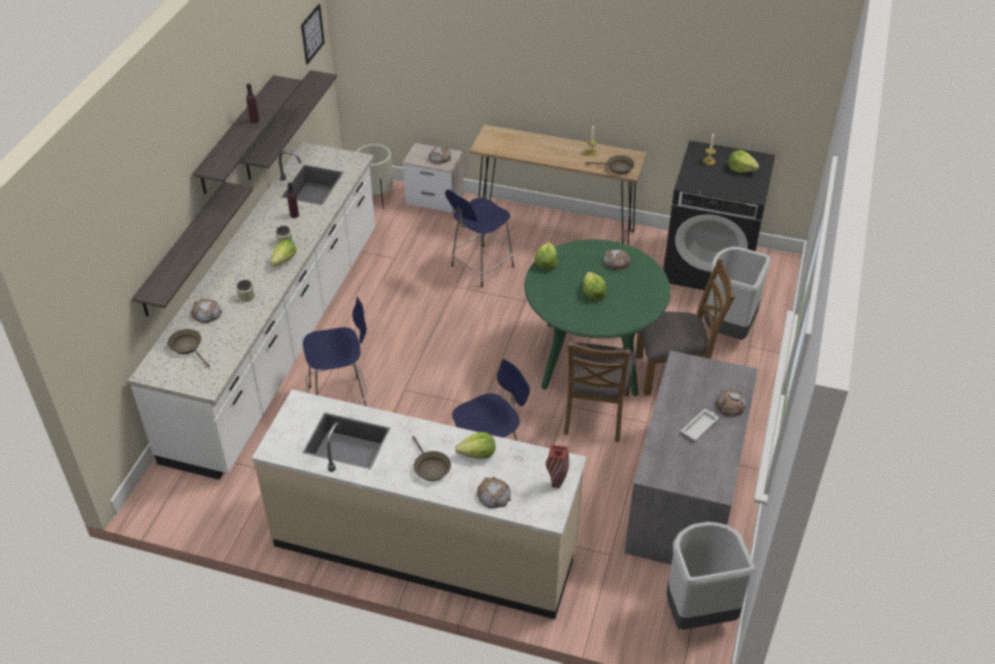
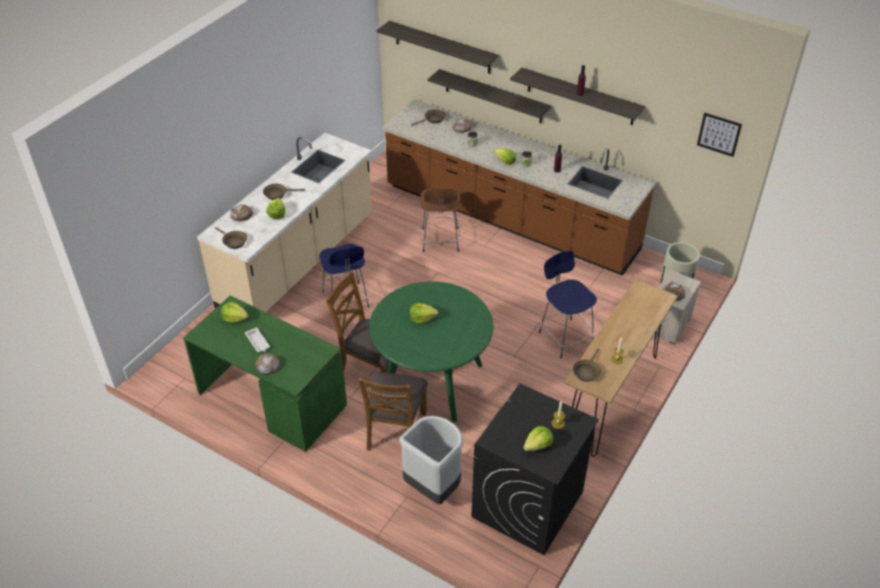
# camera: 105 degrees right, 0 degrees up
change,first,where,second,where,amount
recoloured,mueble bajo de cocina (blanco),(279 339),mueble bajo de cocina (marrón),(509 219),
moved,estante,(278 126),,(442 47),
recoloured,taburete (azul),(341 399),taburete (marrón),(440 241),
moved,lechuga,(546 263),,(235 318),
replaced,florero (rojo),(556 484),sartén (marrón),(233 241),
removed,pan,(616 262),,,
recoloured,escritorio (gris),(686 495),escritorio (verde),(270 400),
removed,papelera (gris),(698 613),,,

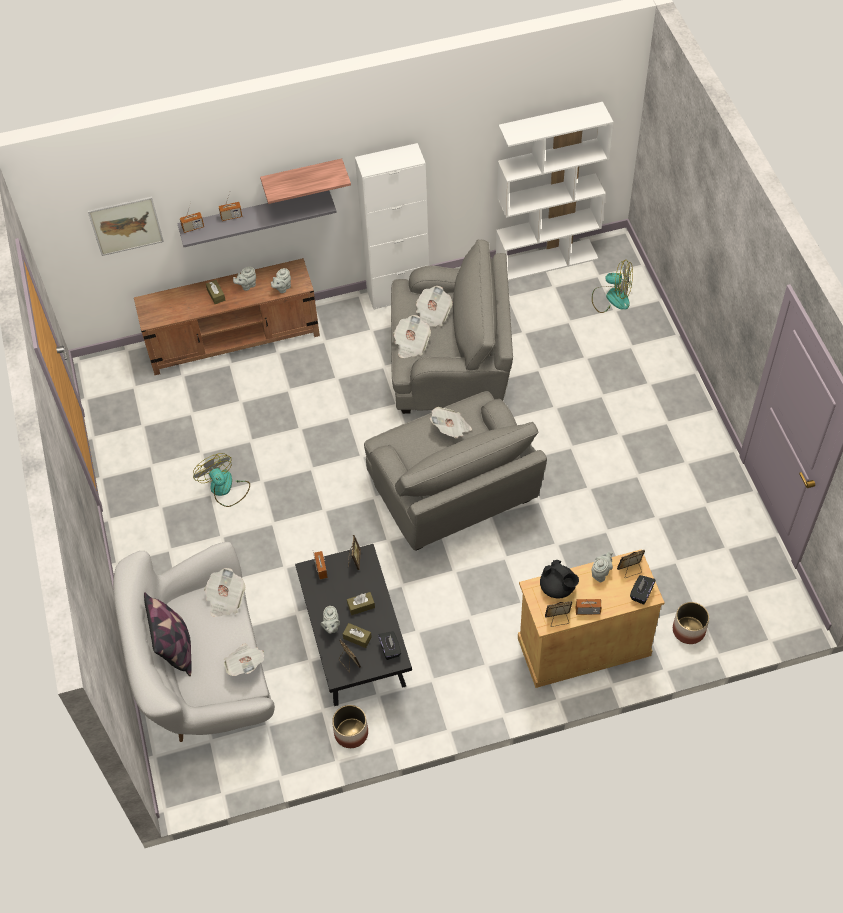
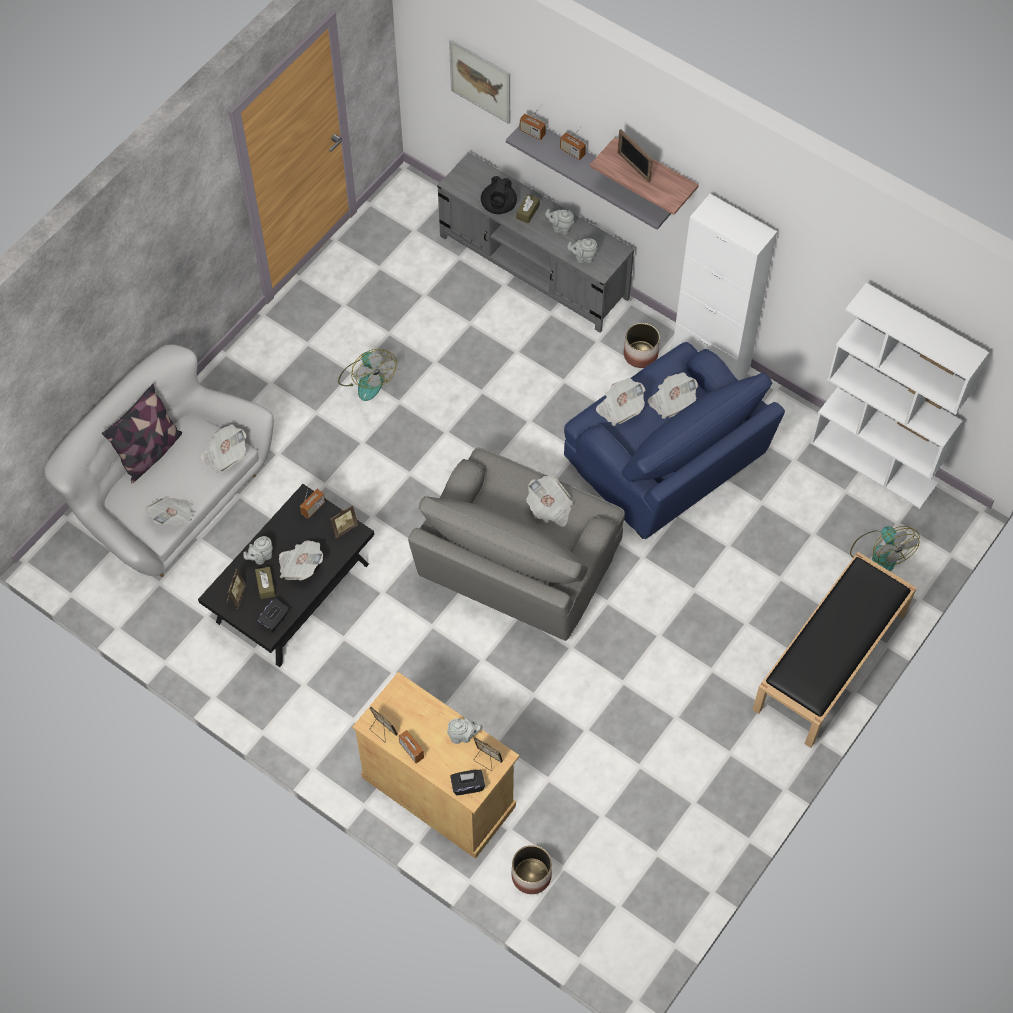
# camera: 50 degrees right, 5 degrees up
change,first,where,second,where,amount
recoloured,mueble de televisión (marrón),(234 339),mueble de televisión (gris),(534 267),
turned,ventilador,(225 489),,(367 379),135 degrees clockwise
moved,maceta,(351 732),,(641 354),
replaced,caja de pañuelos (marrón),(361 606),periódico,(300 566),
recoloured,sillón (gris),(451 364),sillón (azul),(666 465),
moved,tetera (negro),(558 588),,(498 206),
added,,,portarretratos,(633 167),
added,,,banco (negro),(830 662),

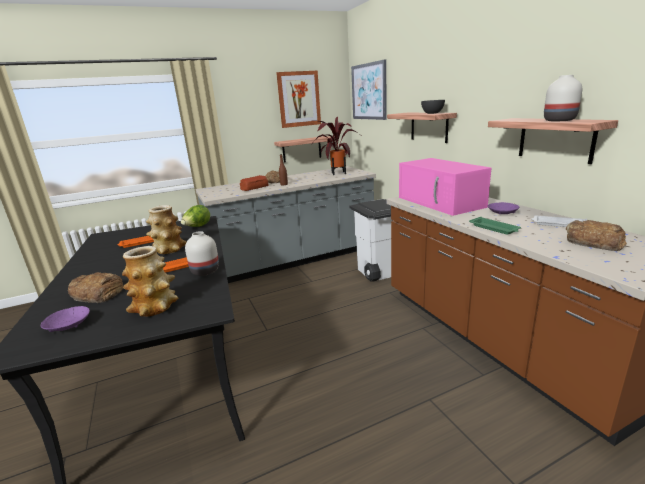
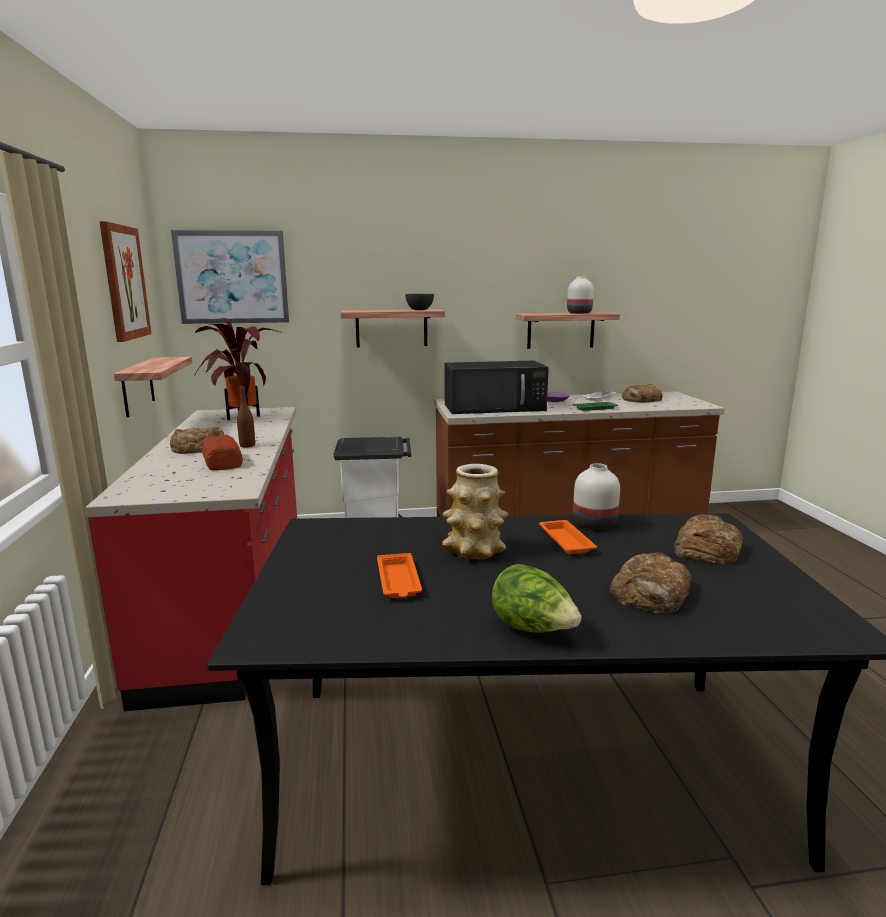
# camera: 75 degrees left, 5 degrees down
change,first,where,second,where,amount
removed,cuenco (morado),(69 325),,,
replaced,florero,(155 307),pan,(706 549),
moved,lechuga,(197 227),,(533 629),
recoloured,mueble bajo de cocina (gris),(295 259),mueble bajo de cocina (rojo),(236 601),
recoloured,microondas (rosa),(441 202),microondas (negro),(495 407),

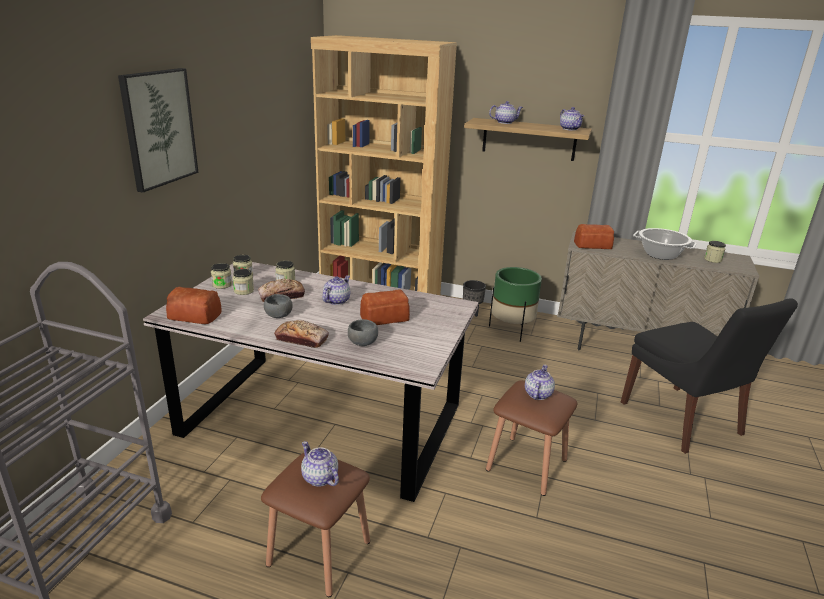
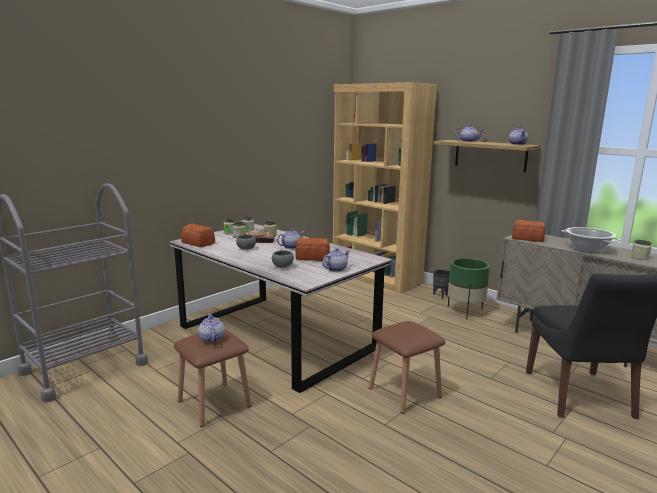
# camera: 25 degrees right, 10 degrees down
change,first,where,second,where,amount
removed,cuadro,(159 128),,,
removed,pan,(302 339),,,
moved,tetera,(537 394),,(336 269),

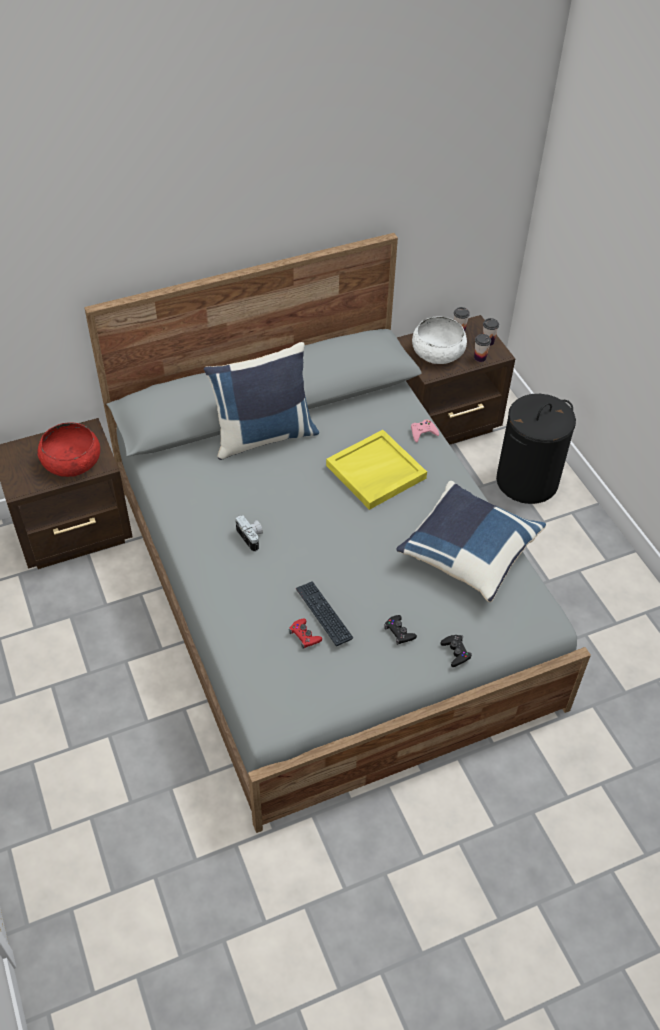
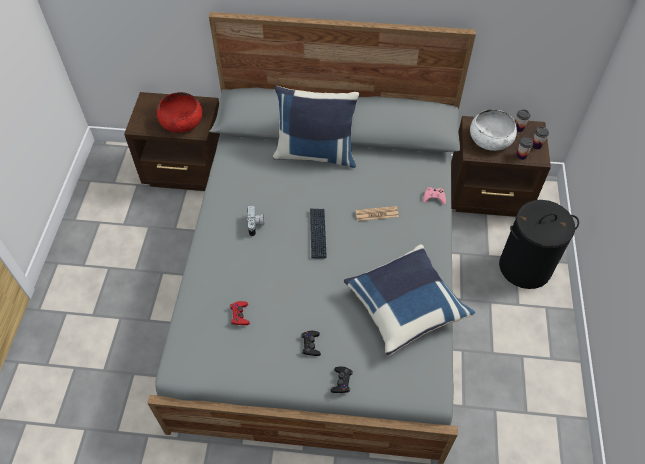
# camera: 30 degrees right, 5 degrees up
change,first,where,second,where,amount
moved,teclado,(323 614),,(317 233),
replaced,bandeja (amarillo),(375 472),periódico,(377 214),

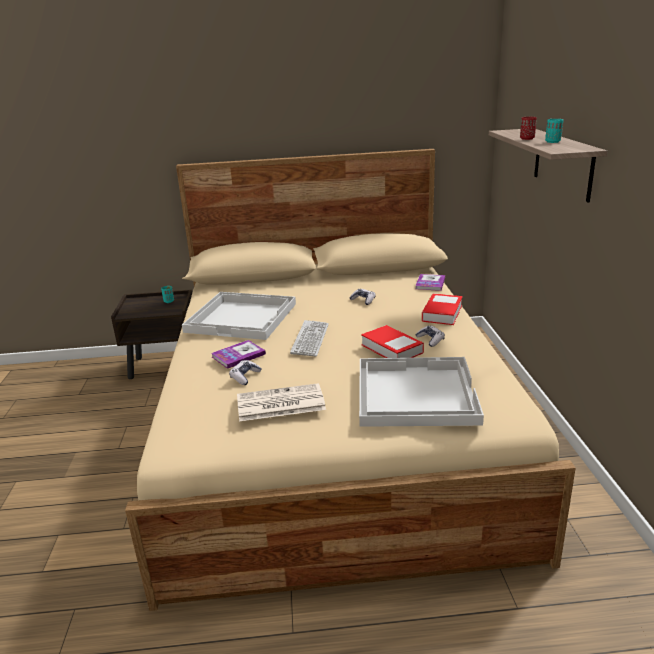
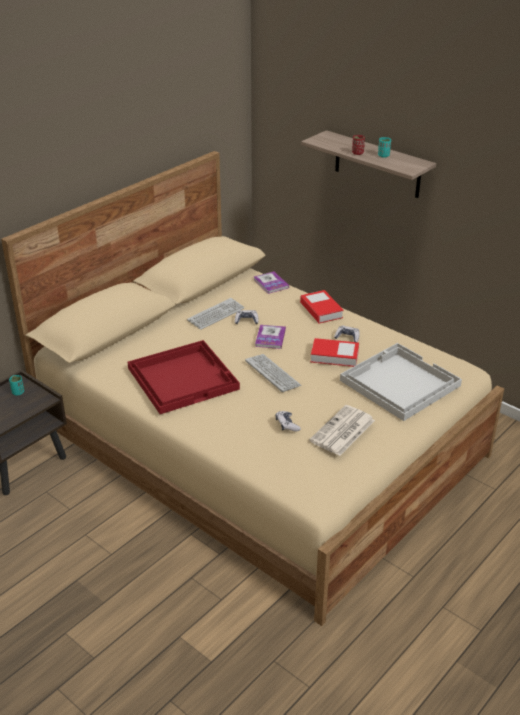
# camera: 45 degrees left, 10 degrees up
change,first,where,second,where,amount
recoloured,bandeja (blanco),(243 317),bandeja (rojo),(183 378),
moved,libro,(238 355),,(270 338),
added,,,teclado,(216 314),

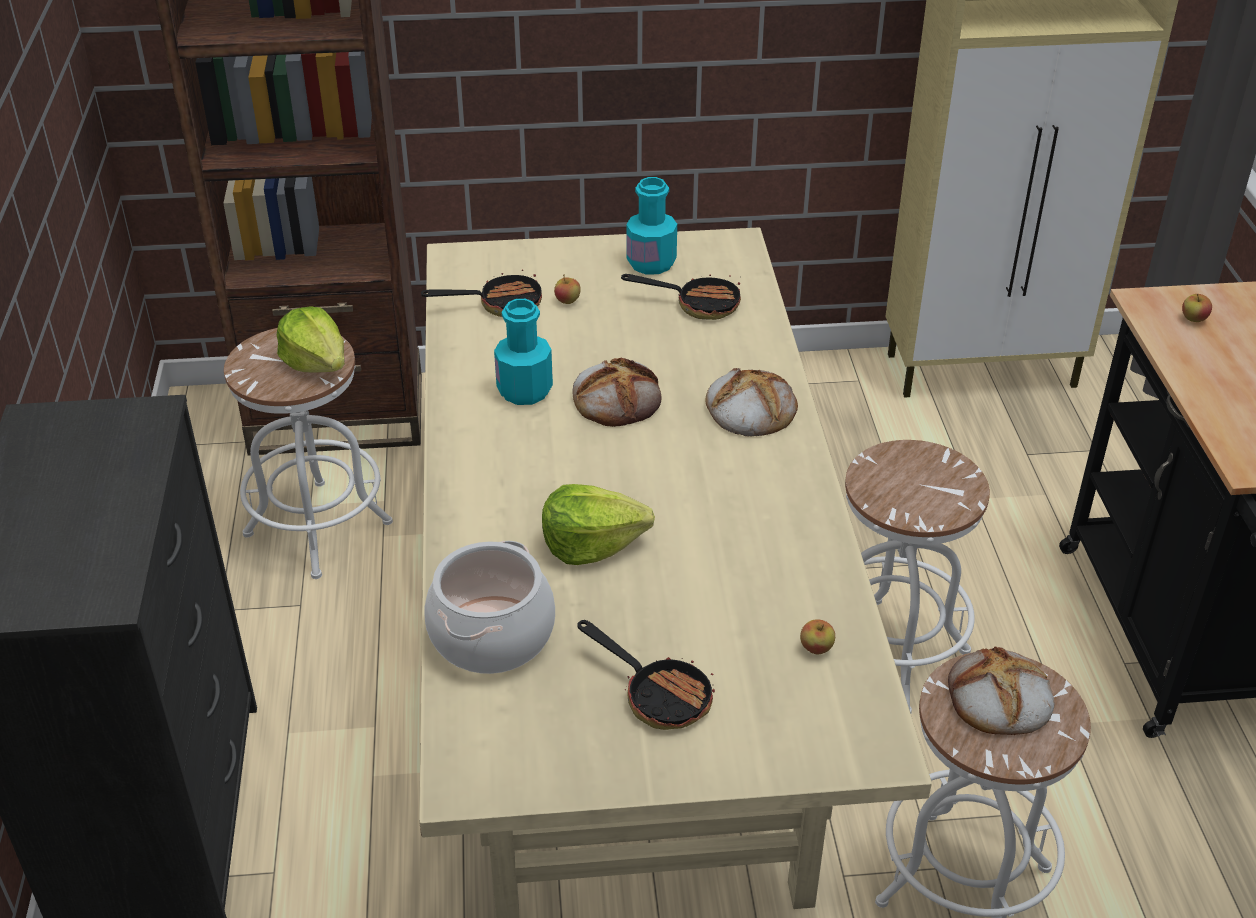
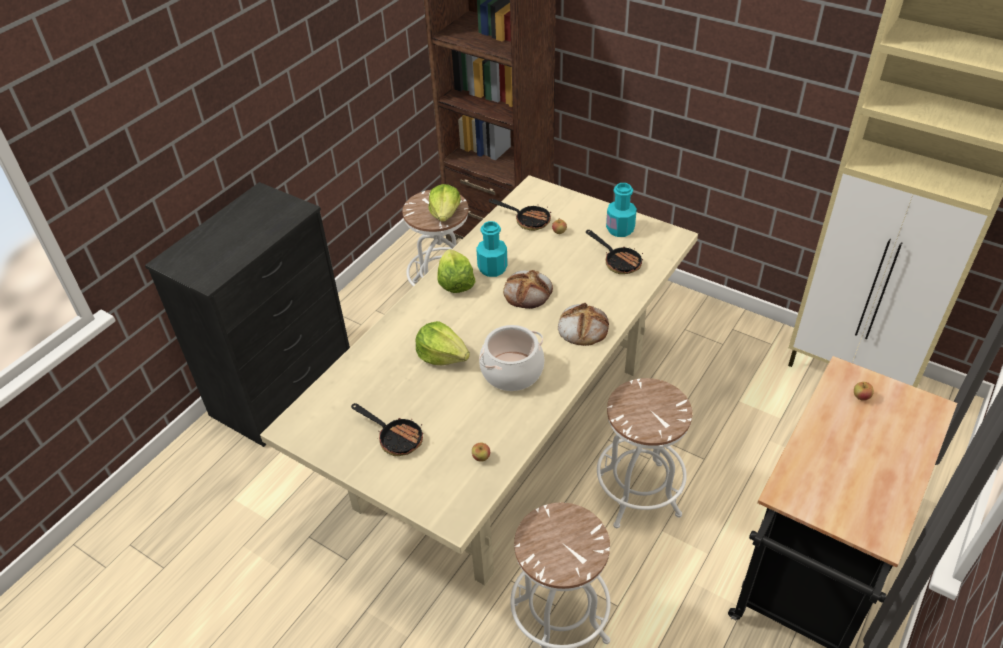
# camera: 40 degrees right, 5 degrees up
change,first,where,second,where,amount
moved,olla,(492 636),,(512 372),
turned,sartén,(658 694),,(395 437),45 degrees counterclockwise
removed,pan,(998 699),,,
added,,,lechuga,(455 282),

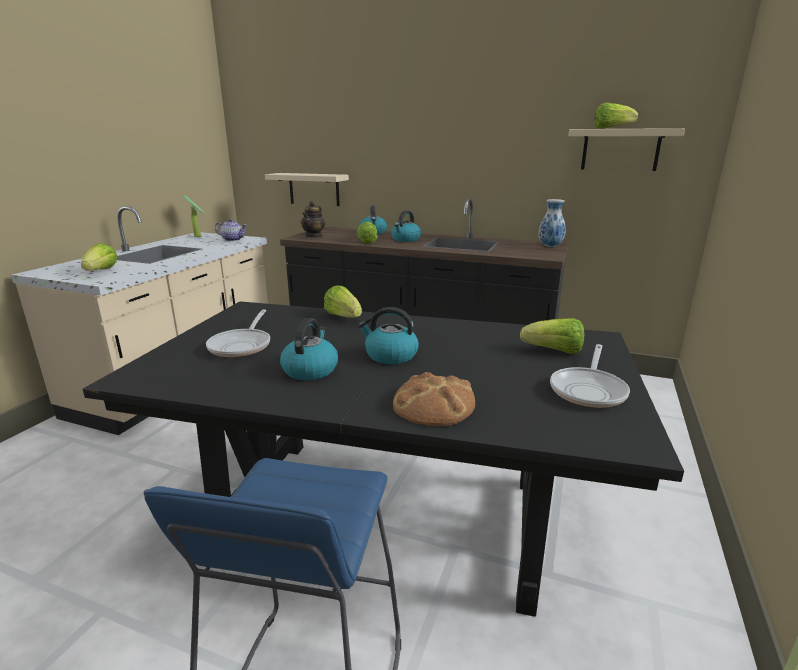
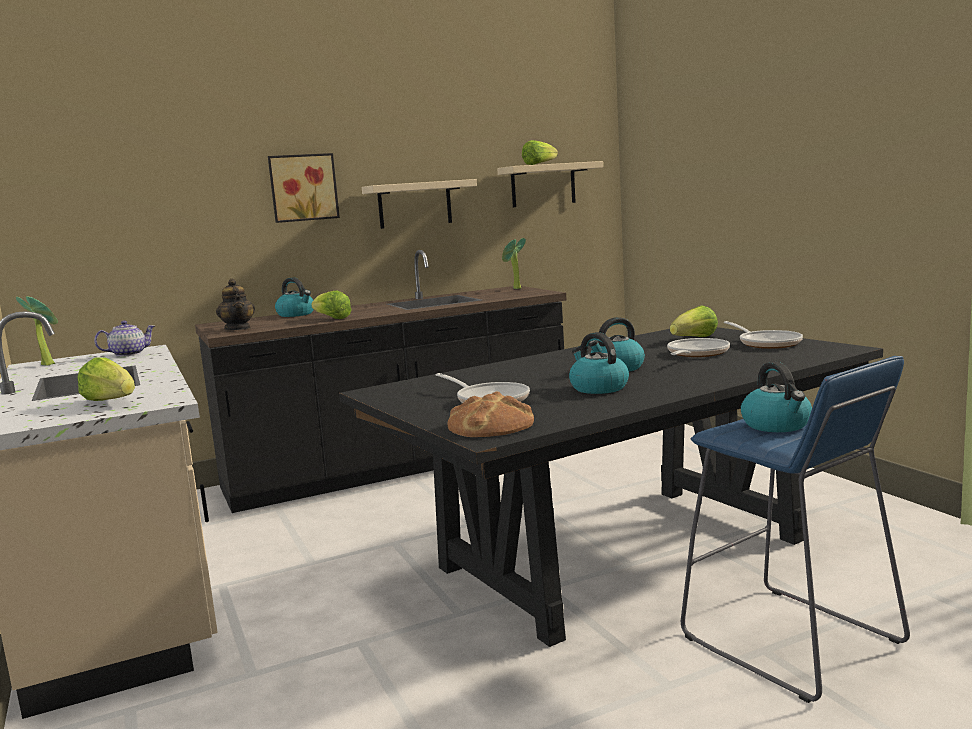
# camera: 45 degrees left, 10 degrees down
change,first,where,second,where,amount
moved,estante (beis),(314 189),,(414 204),
removed,lechuga,(344 317),,,
moved,hervidor,(405 239),,(777 425),
moved,pan,(434 405),,(491 425),
replaced,florero,(550 246),planta en maceta,(515 289),
added,,,cuadro,(303 187),
added,,,sartén,(696 354),

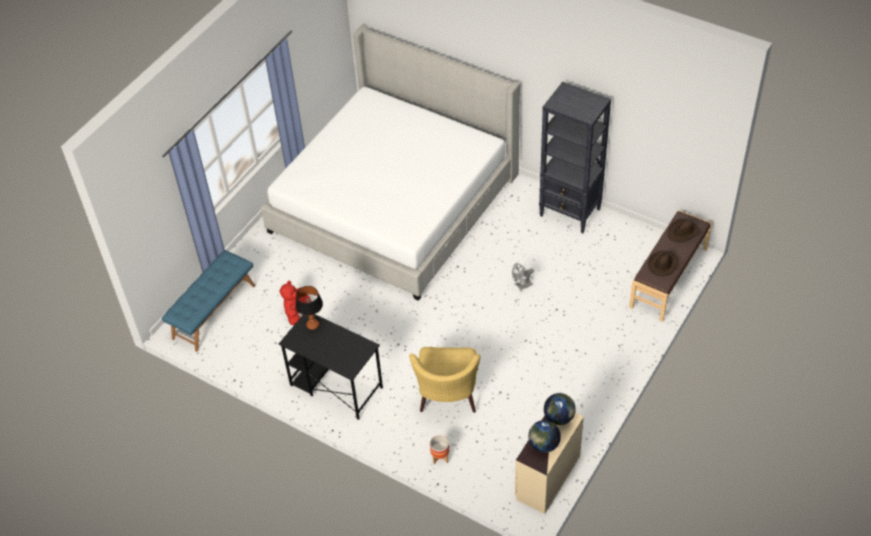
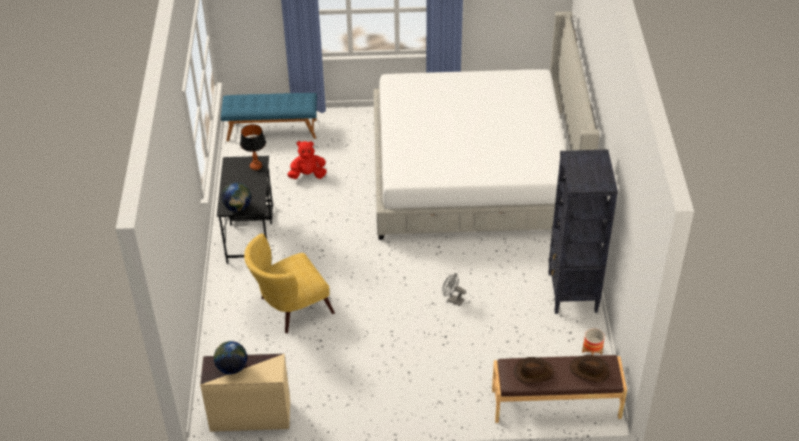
# camera: 55 degrees right, 5 degrees down
change,first,where,second,where,amount
moved,maceta,(440 457),,(592 352),
moved,globo terráqueo,(559 417),,(237 207),

